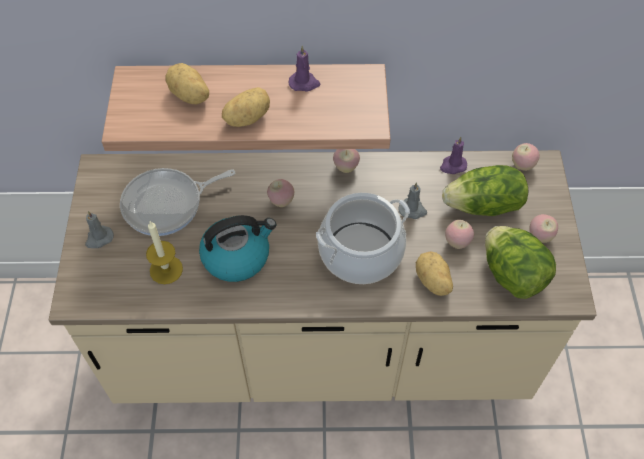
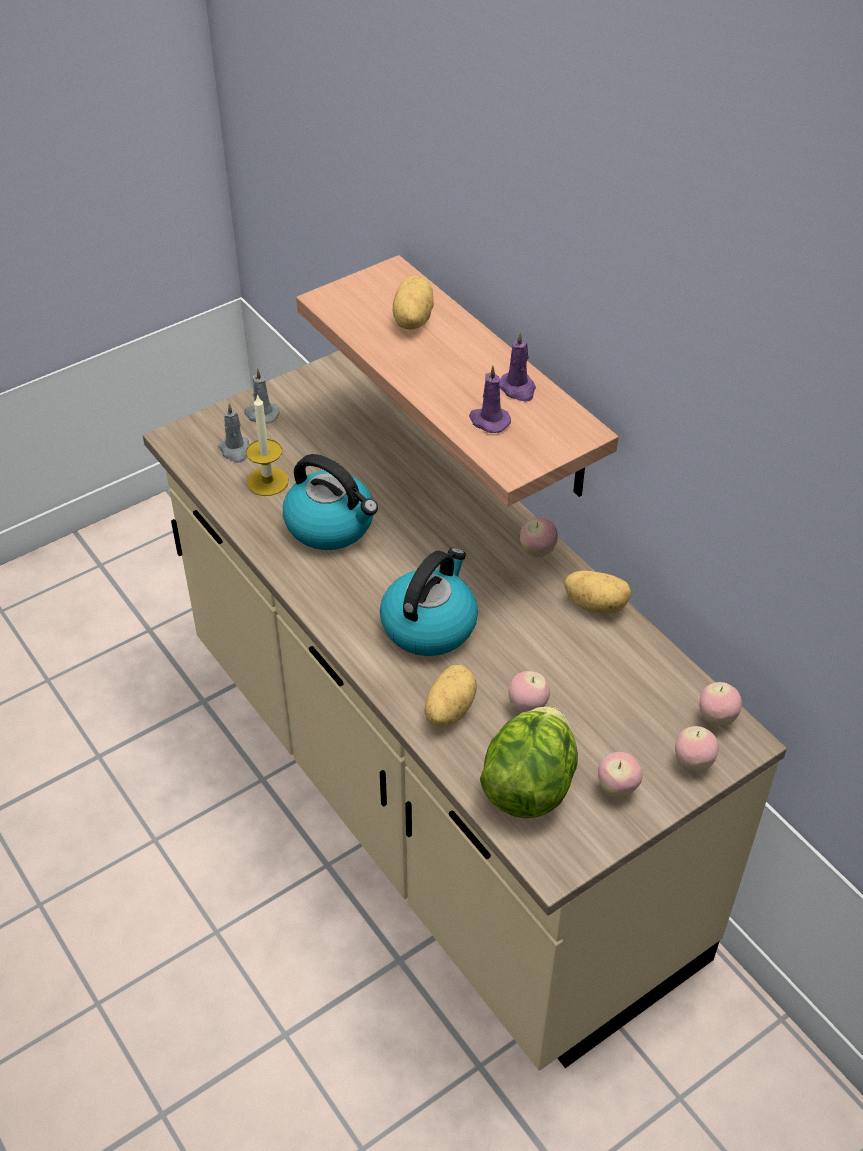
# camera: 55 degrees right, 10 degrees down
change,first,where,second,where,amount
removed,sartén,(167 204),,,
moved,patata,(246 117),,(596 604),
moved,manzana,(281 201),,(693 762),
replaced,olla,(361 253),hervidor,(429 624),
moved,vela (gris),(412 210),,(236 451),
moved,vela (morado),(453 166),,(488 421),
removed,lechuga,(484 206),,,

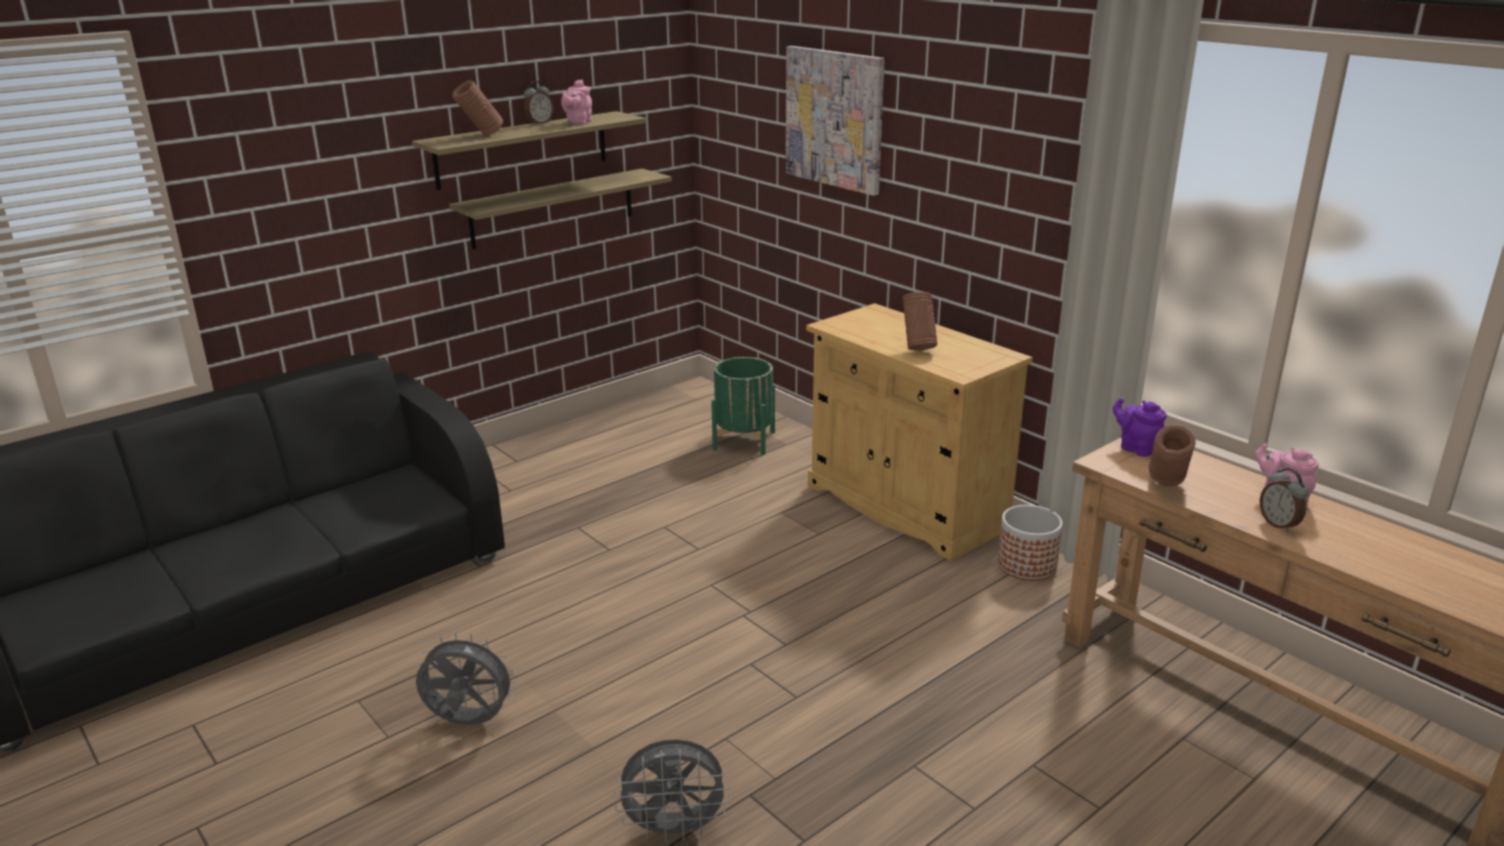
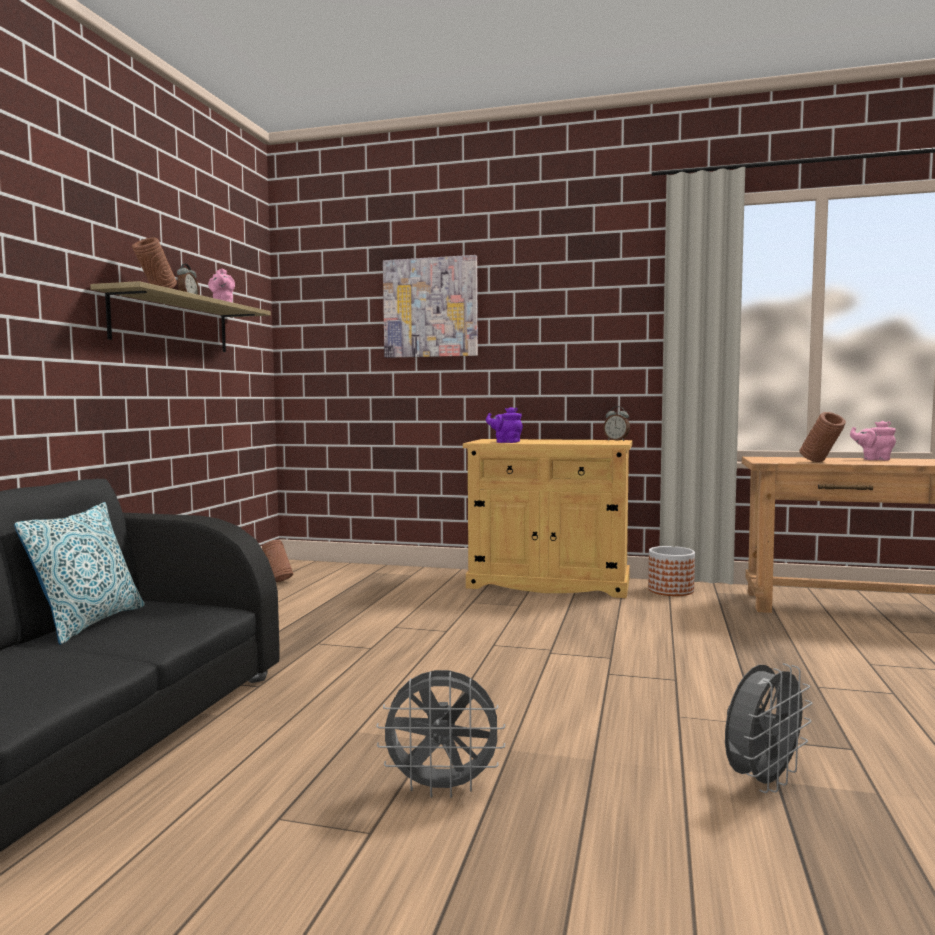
# camera: 35 degrees left, 20 degrees down
change,first,where,second,where,amount
turned,ventilador (gris),(468 723),,(443 788),150 degrees counterclockwise
removed,estante,(553 208),,,
removed,maceta (verde),(744 441),,,
moved,florero (marrón),(918 348),,(278 581),
moved,tetera (morado),(1136 448),,(506 442),
moved,despertador,(1279 524),,(616 440),
added,,,cojín,(89 623),

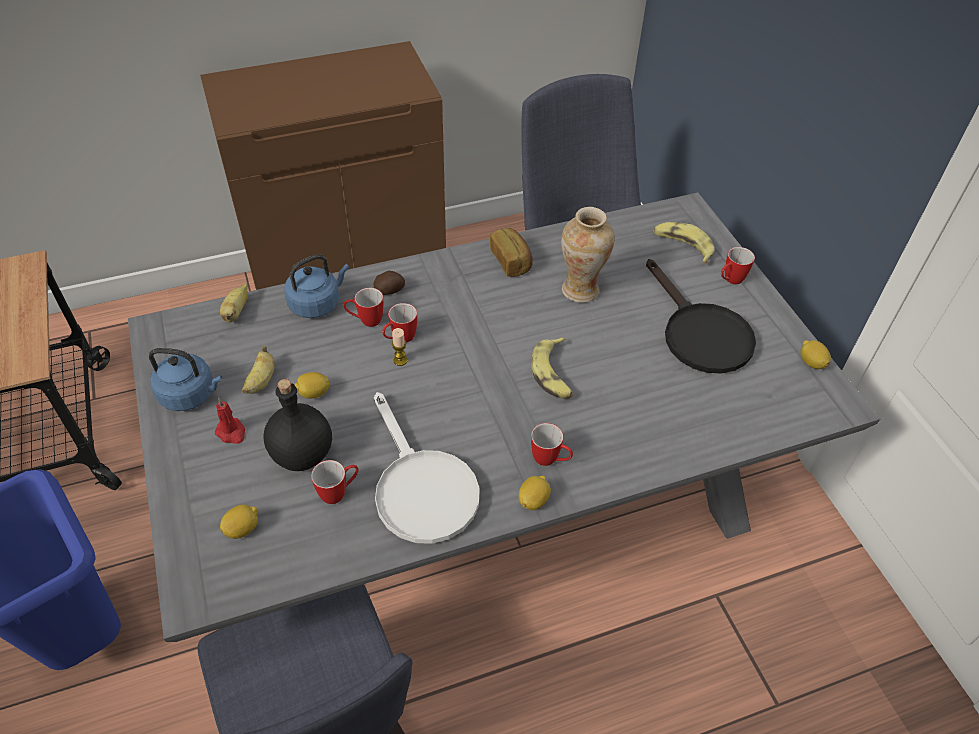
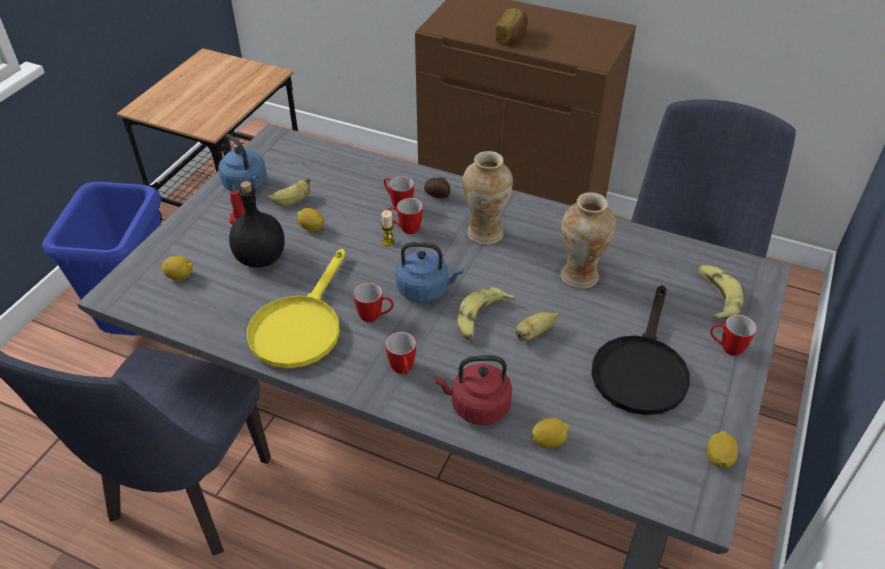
# camera: 45 degrees right, 5 degrees down
change,first,where,second,where,amount
moved,plátano,(236 311),,(534 333),
moved,hervidor (azul),(317 303),,(426 289),
moved,taza grande,(339 492),,(375 317),
recoloured,sartén (blanco),(420 488),sartén (amarillo),(300 326),
moved,pan,(512 261),,(512 37),
moved,limón,(533 500),,(549 441),
added,,,hervidor (rojo),(477 406),
added,,,florero,(485 233),

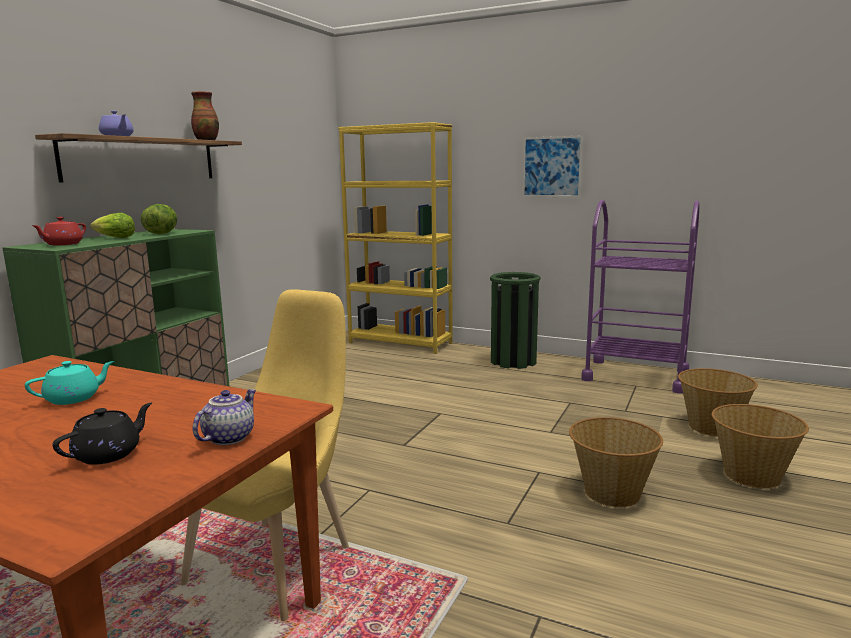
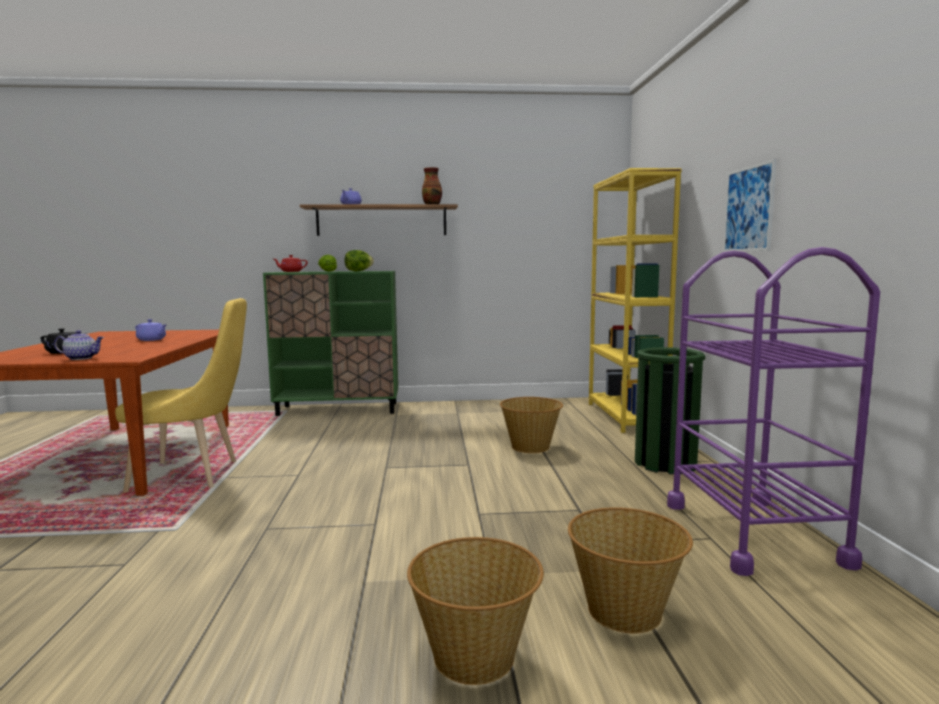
# camera: 60 degrees right, 5 degrees down
change,first,where,second,where,amount
recoloured,tetera (turquesa),(74 398),tetera (morado),(152 340),
moved,cesta,(611 492),,(530 447),

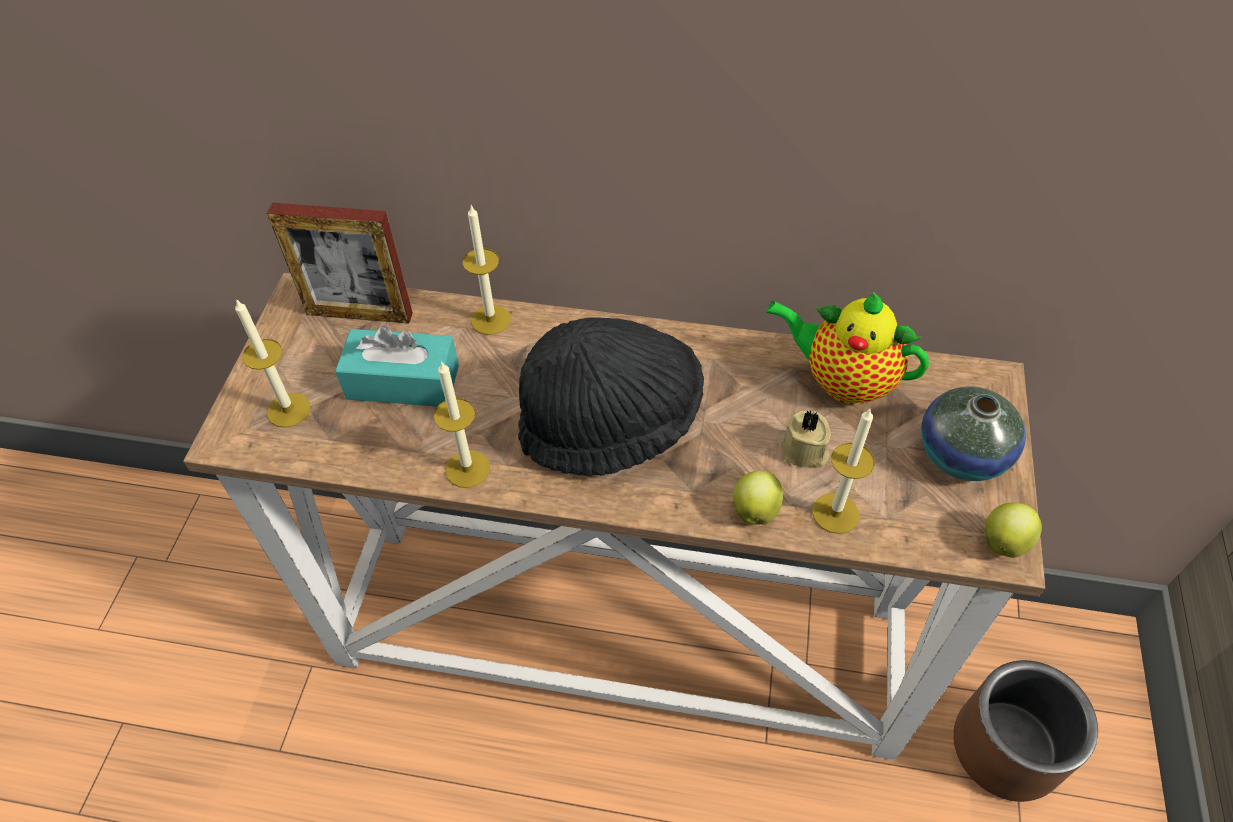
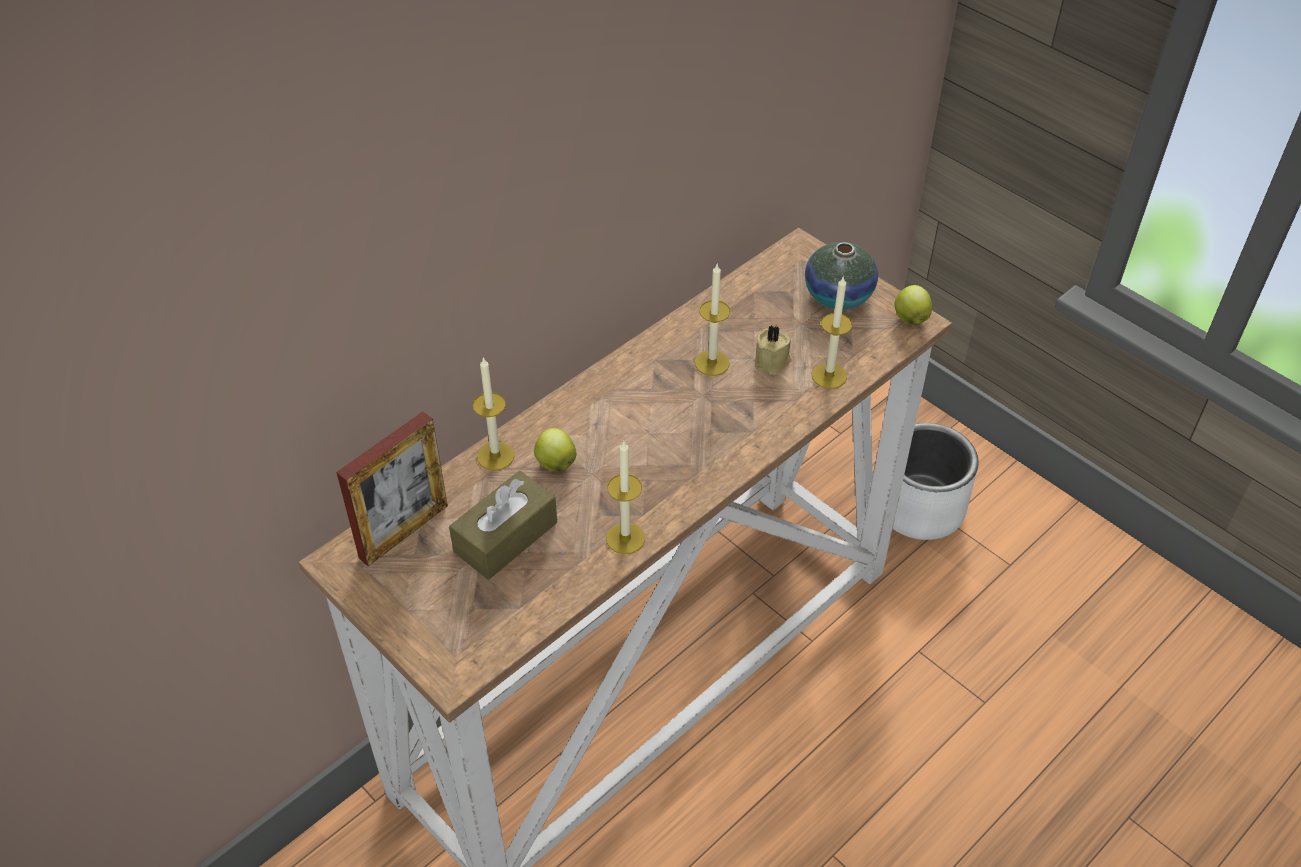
# camera: 55 degrees left, 5 degrees down
change,first,where,second,where,amount
moved,vela,(288 410),,(712 363),
recoloured,caja de pañuelos (turquesa),(403 382),caja de pañuelos (marrón),(505 537),
removed,sombrero (negro),(610 424),,,
moved,manzana,(755 509),,(555 462),
removed,tetera,(842 381),,,
recoloured,maceta (marrón),(1006 747),maceta (blanco),(920 507),

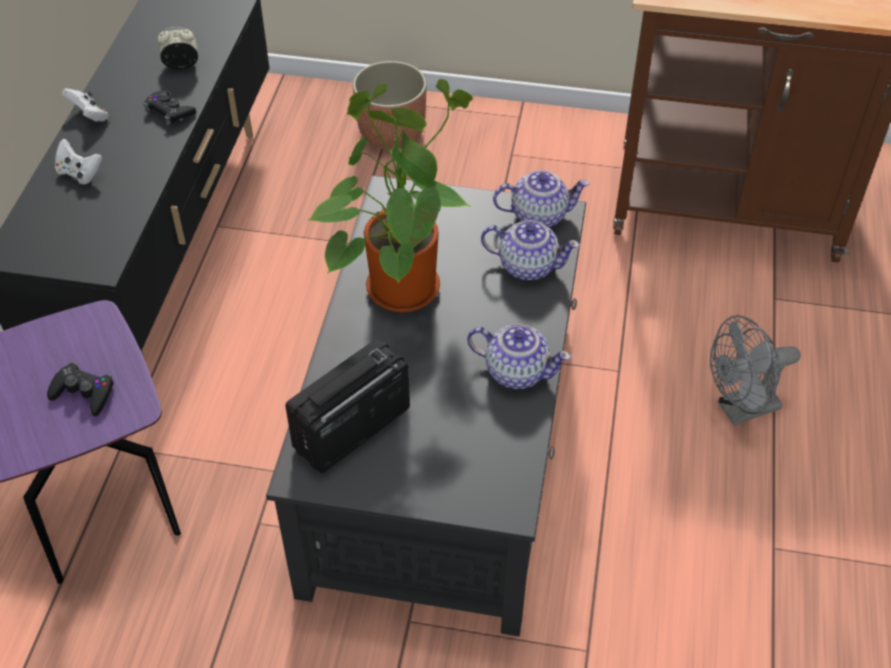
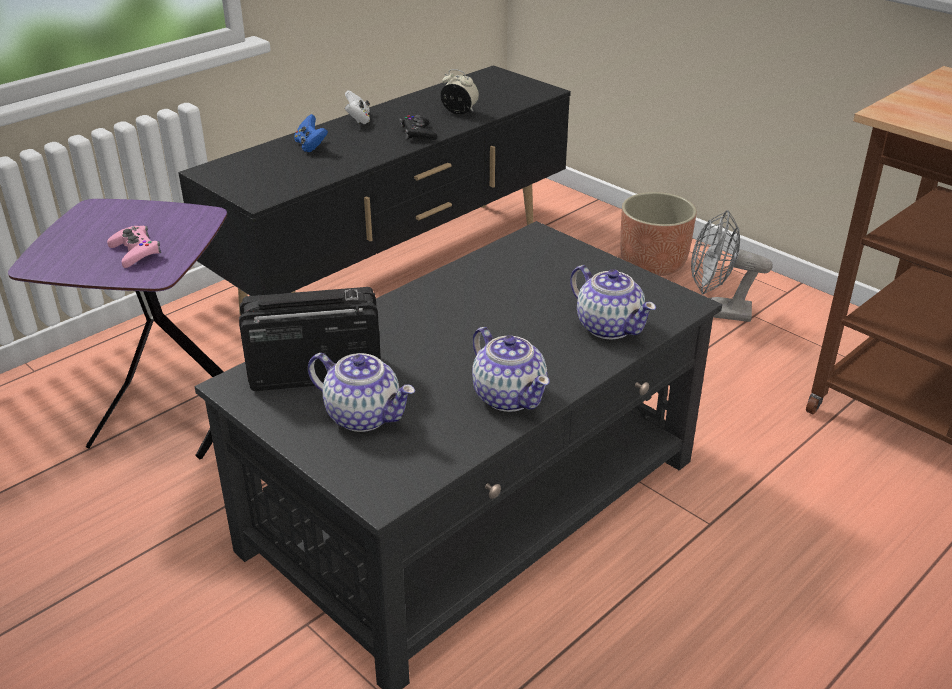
# camera: 35 degrees right, 15 degrees down
change,first,where,second,where,amount
recoloured,mando de consola (negro),(84 393),mando de consola (rosa),(135 252),
recoloured,mando de consola (blanco),(79 174),mando de consola (azul),(310 146),
removed,planta en maceta,(399 283),,,
moved,tetera,(539 215),,(364 416),
moved,ventilador (gris),(740 410),,(716 312),

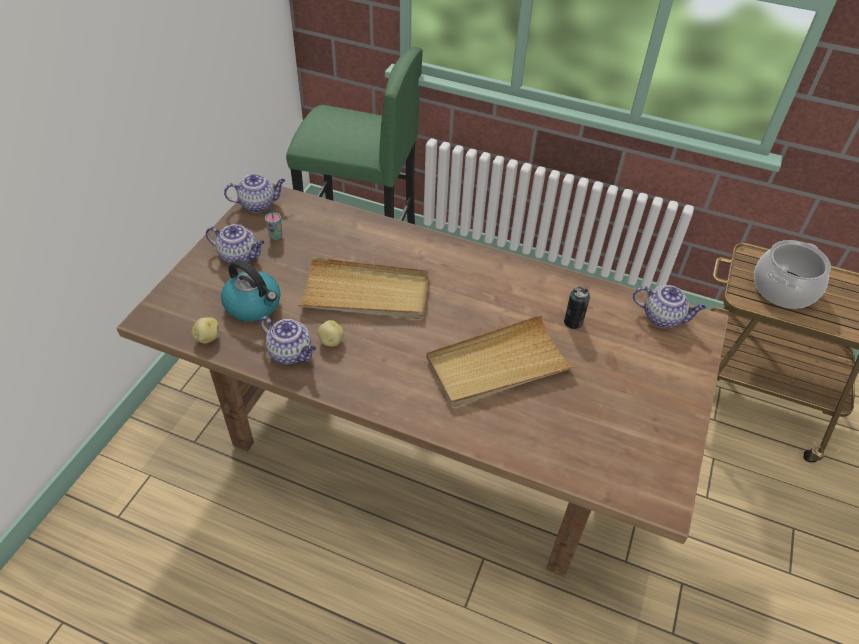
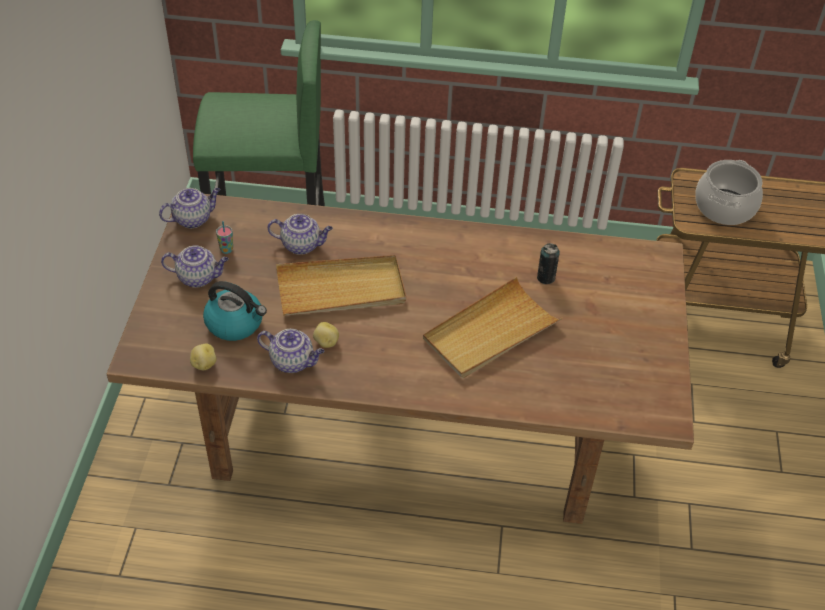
# camera: 15 degrees left, 0 degrees up
change,first,where,second,where,amount
moved,tetera,(663 318),,(302 245),

